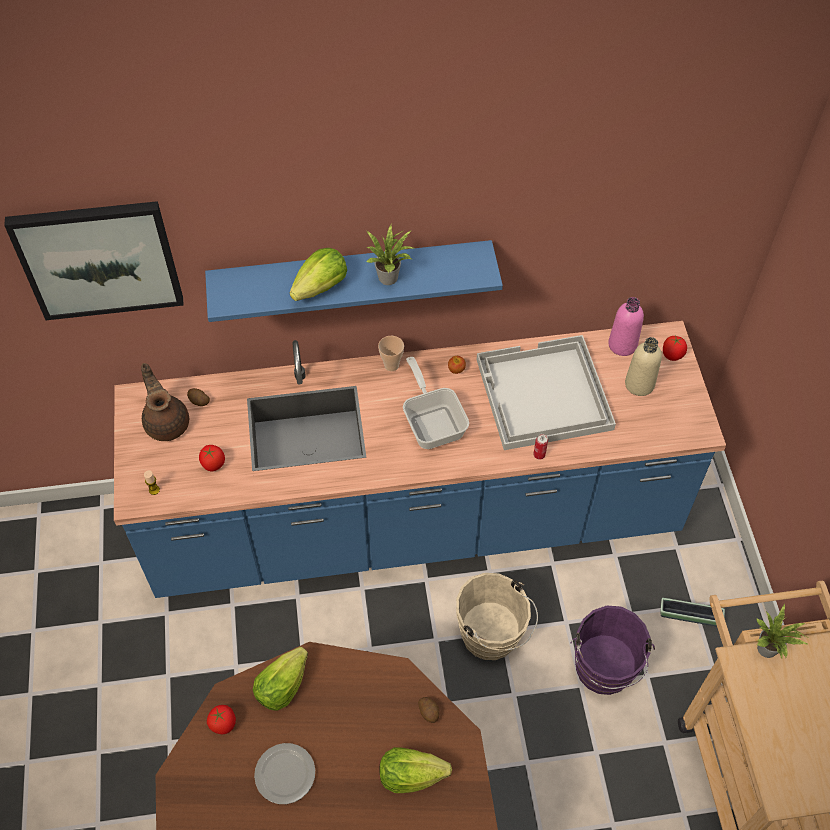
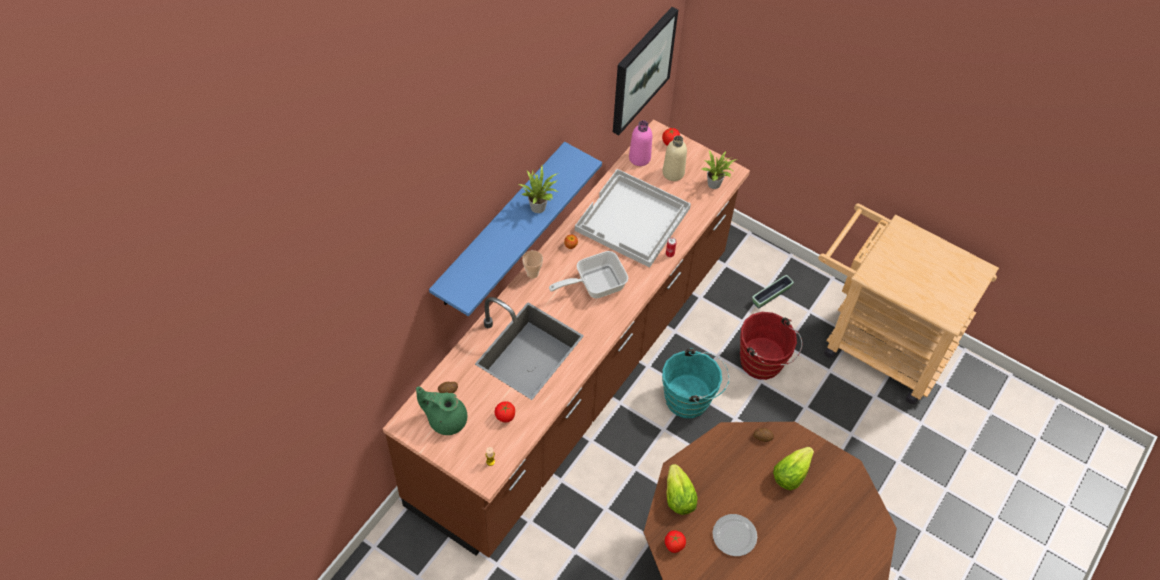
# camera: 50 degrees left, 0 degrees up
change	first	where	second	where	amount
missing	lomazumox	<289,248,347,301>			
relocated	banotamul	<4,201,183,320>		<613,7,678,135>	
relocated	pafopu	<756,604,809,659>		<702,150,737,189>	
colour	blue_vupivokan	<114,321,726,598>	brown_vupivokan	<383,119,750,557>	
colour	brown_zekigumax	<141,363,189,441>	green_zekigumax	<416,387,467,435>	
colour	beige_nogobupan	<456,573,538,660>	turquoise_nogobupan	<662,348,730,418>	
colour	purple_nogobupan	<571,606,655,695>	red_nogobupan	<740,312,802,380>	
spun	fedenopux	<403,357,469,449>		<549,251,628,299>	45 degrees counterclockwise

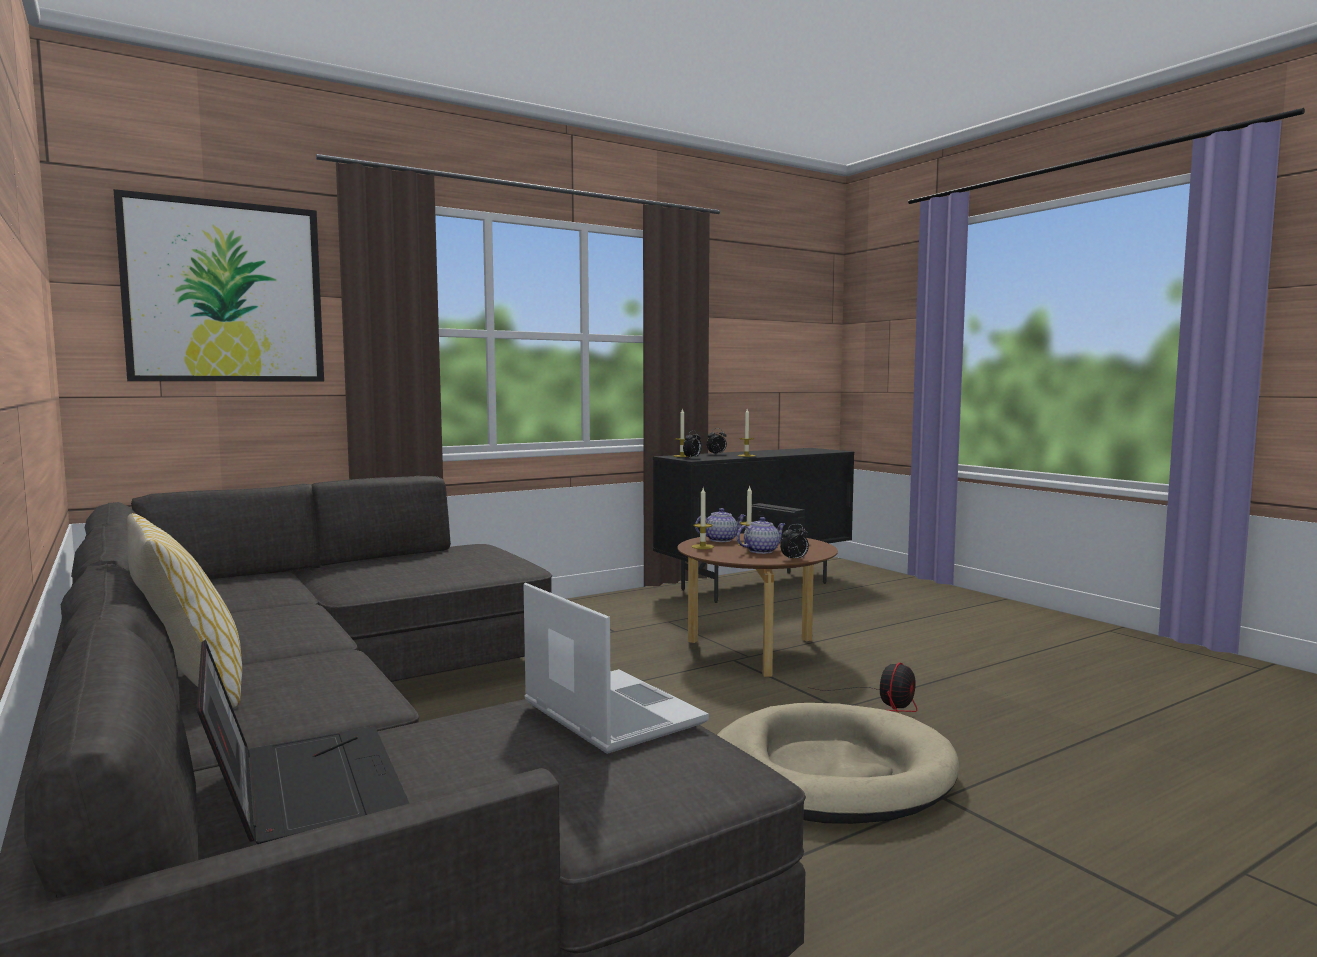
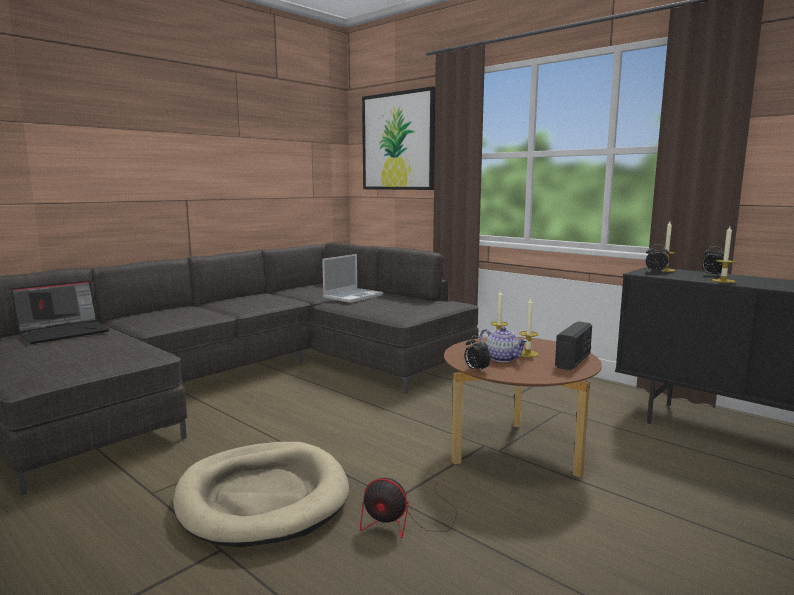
# camera: 75 degrees right, 5 degrees up
change	first	where	second	where	amount
missing	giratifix	<127,513,242,708>			
missing	zekigumax	<695,508,746,542>			
relocated	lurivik	<523,583,709,754>		<322,254,383,303>	

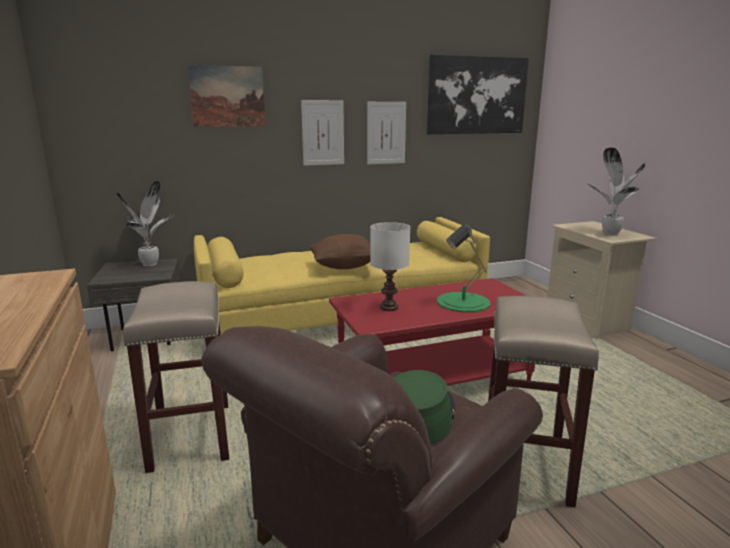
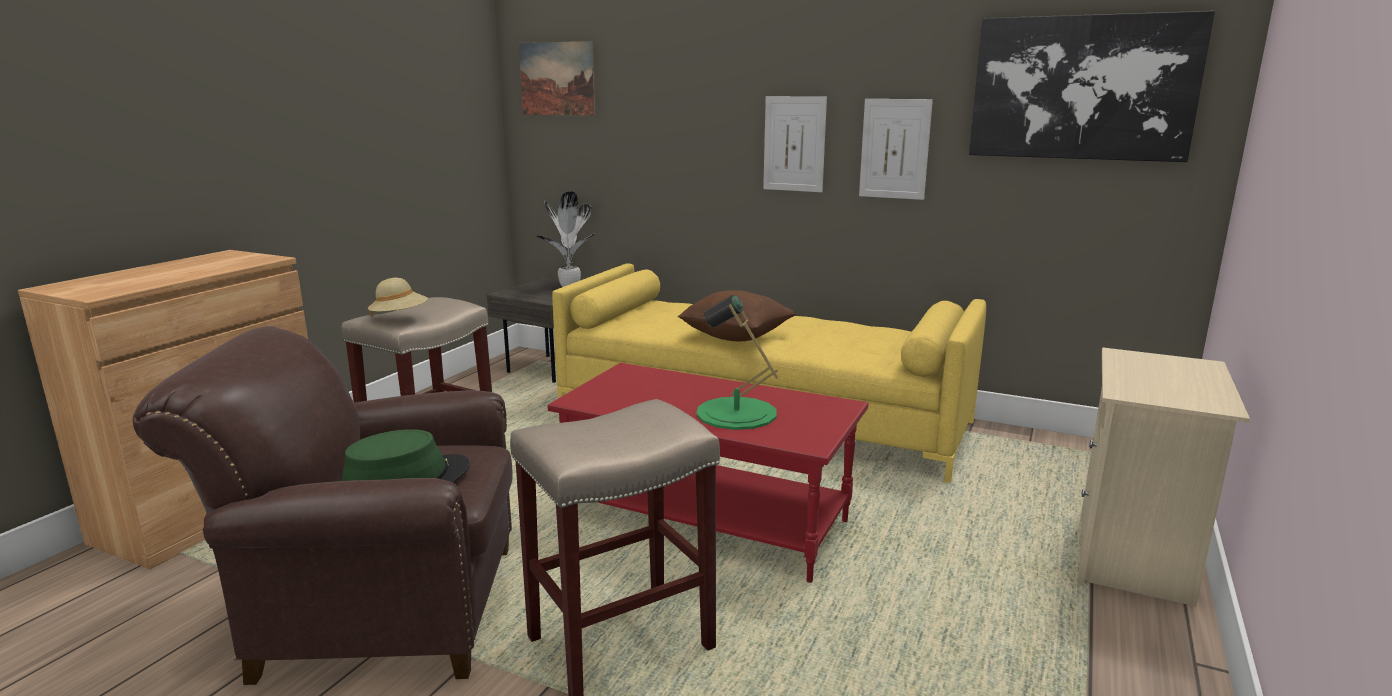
# camera: 45 degrees right, 0 degrees up
change	first	where	second	where	amount
missing	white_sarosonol	<370,222,410,311>			
missing	pafopu	<587,148,645,235>			
appeared			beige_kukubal	<368,278,428,317>	
relocated	banotamul	<188,65,266,127>		<519,41,596,116>	

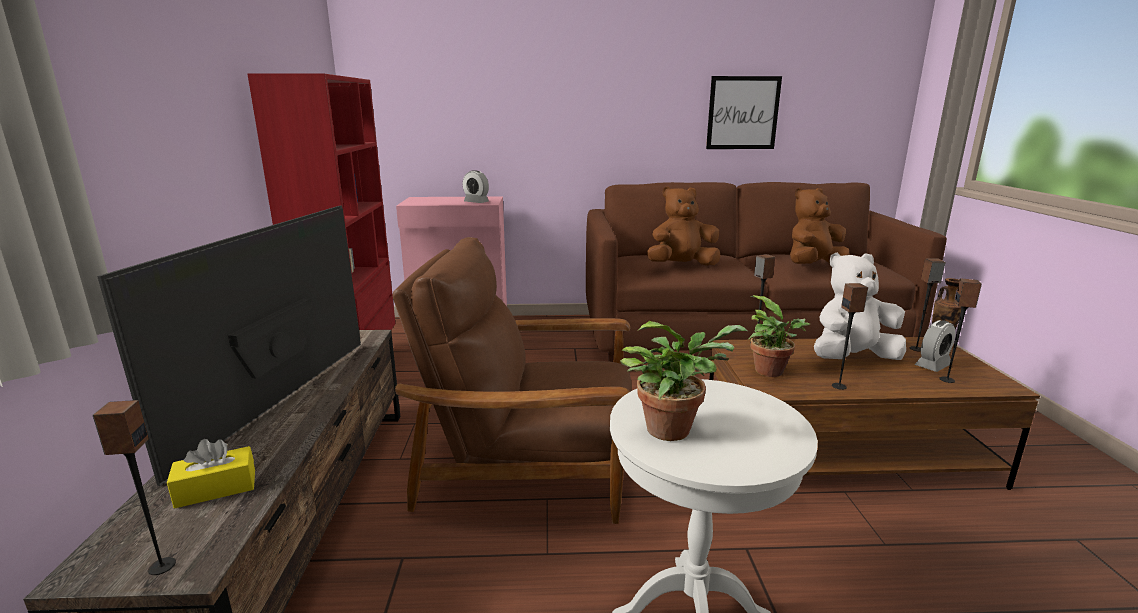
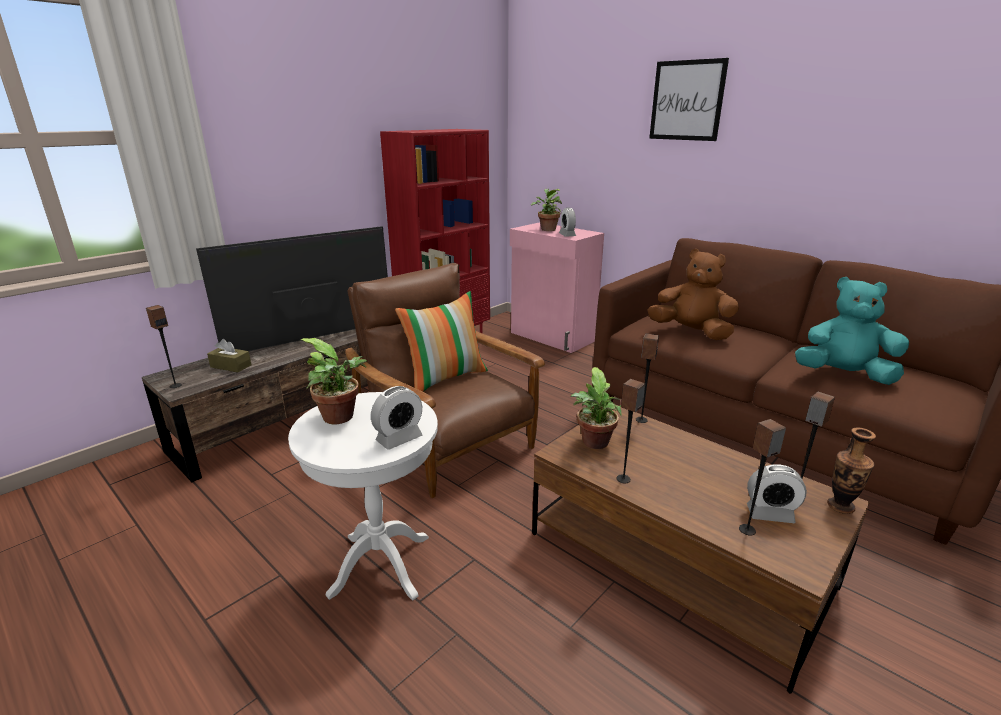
# camera: 45 degrees right, 5 degrees up
change	first	where	second	where	amount
missing	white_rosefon	<814,253,906,360>			
appeared			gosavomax	<371,386,423,450>	
appeared			giratifix	<395,291,488,392>	
appeared			pafopu	<531,189,562,231>	
relocated	banotamul	<706,76,782,149>		<649,58,729,141>	
colour	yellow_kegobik	<167,439,255,508>	brown_kegobik	<207,339,252,372>	
colour	brown_rosefon	<790,188,850,264>	turquoise_rosefon	<795,277,909,385>	

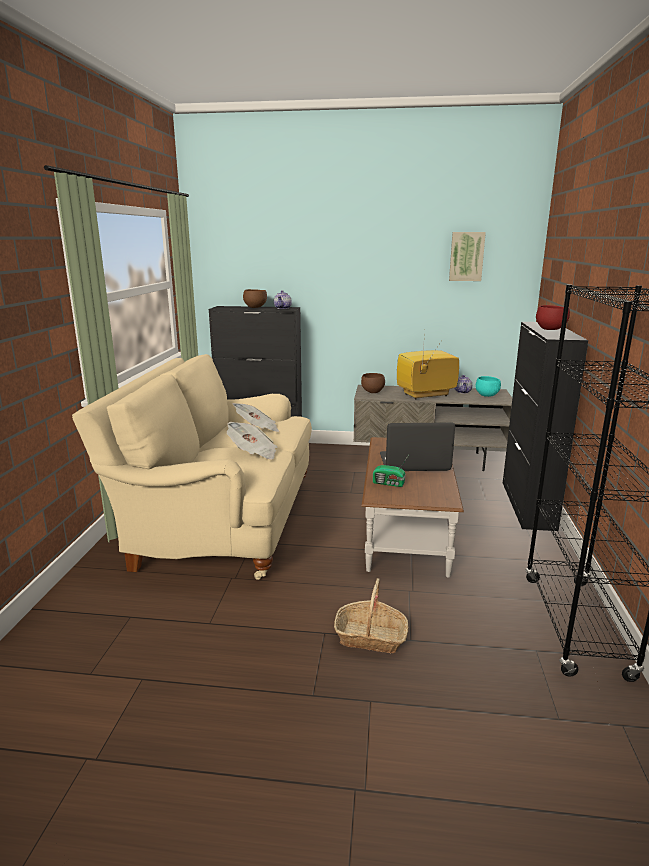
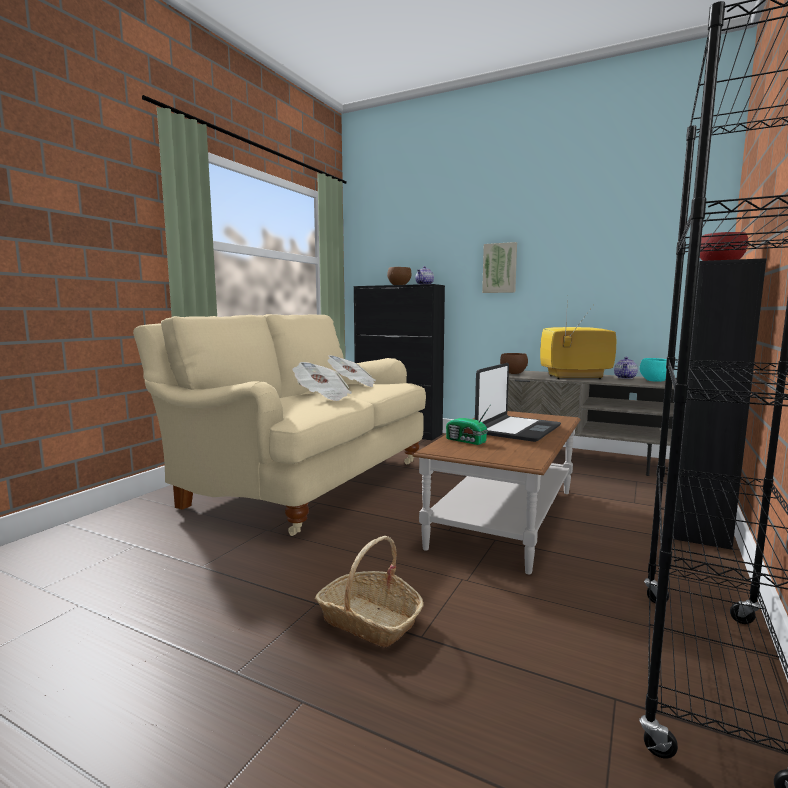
# camera: 20 degrees right, 10 degrees down
change	first	where	second	where	amount
relocated	banotamul	<449,232,486,281>		<482,242,517,293>	
spun	lurivik	<380,422,455,471>		<475,363,561,442>	105 degrees clockwise

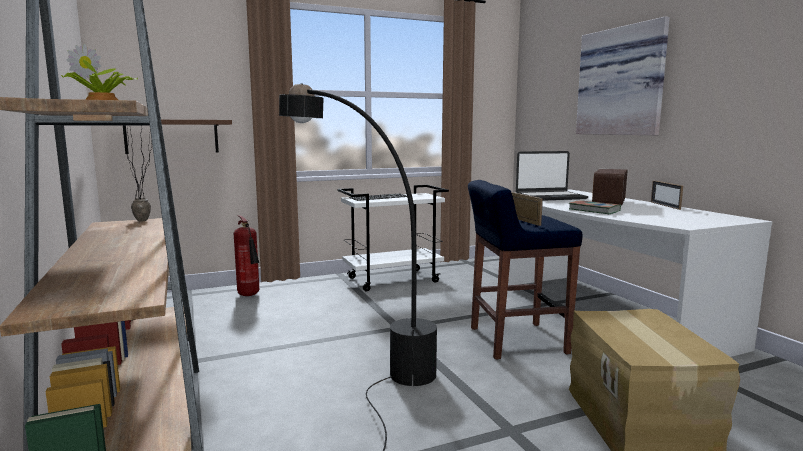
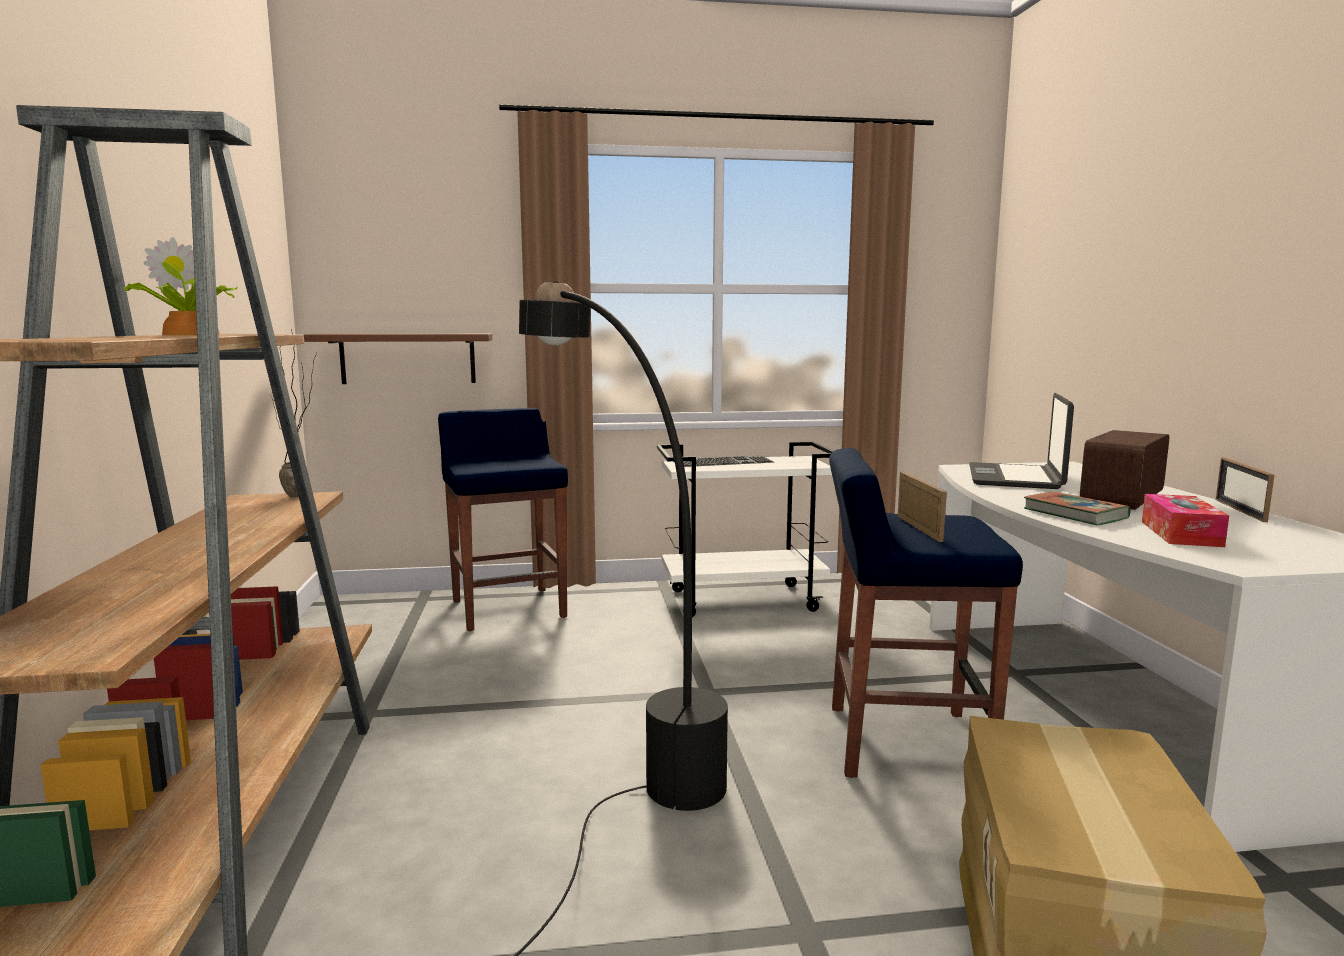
# camera: 15 degrees right, 0 degrees up
change	first	where	second	where	amount
missing	banotamul	<576,16,670,135>			
appeared			kegobik	<1142,494,1229,547>	
exchanged	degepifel	<234,215,259,296>	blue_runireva	<438,408,568,631>	
spun	lurivik	<516,151,589,201>		<969,393,1074,489>	105 degrees clockwise

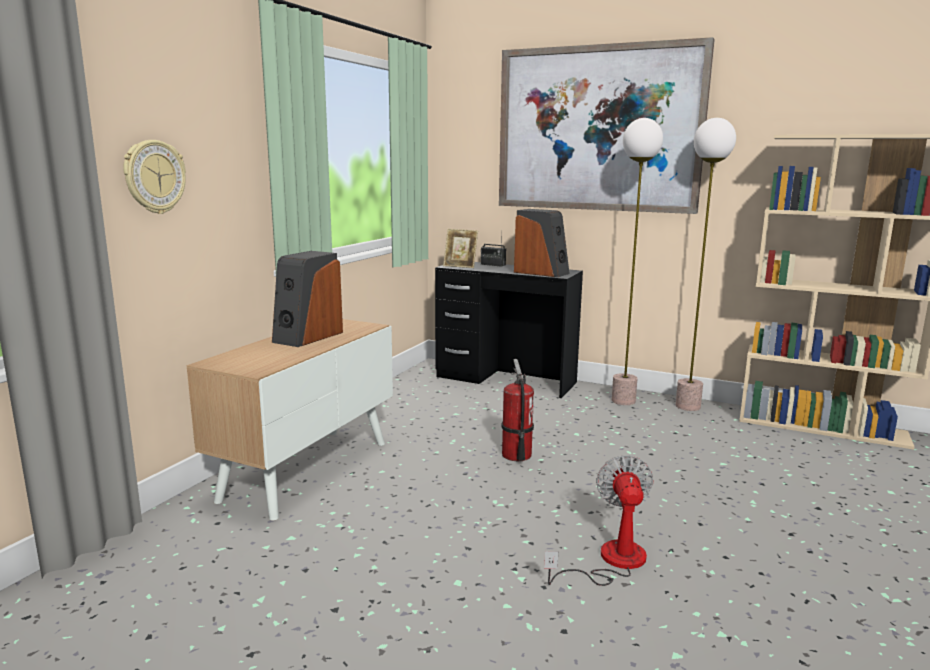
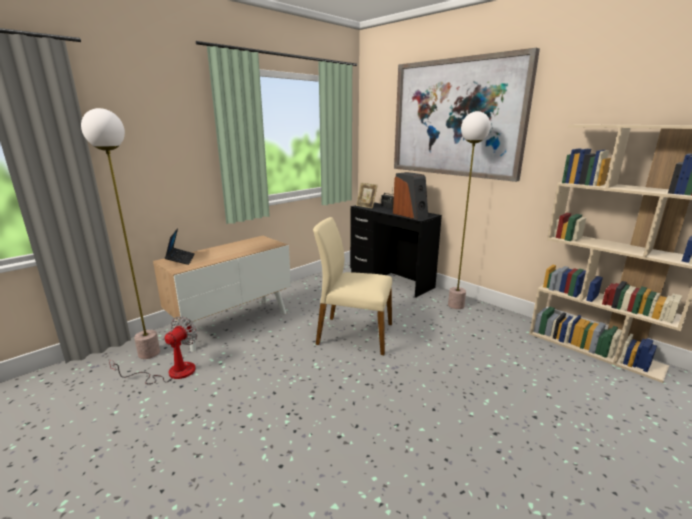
# camera: 20 degrees right, 5 degrees up
change	first	where	second	where	amount
missing	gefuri	<123,140,186,214>			
missing	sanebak	<272,251,343,347>			
appeared			lurivik	<165,228,195,265>	
relocated	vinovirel	<544,455,653,586>		<109,316,198,384>	
relocated	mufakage	<676,118,736,411>		<81,108,160,359>	
exchanged	degepifel	<502,359,534,461>	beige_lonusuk	<313,217,392,355>	

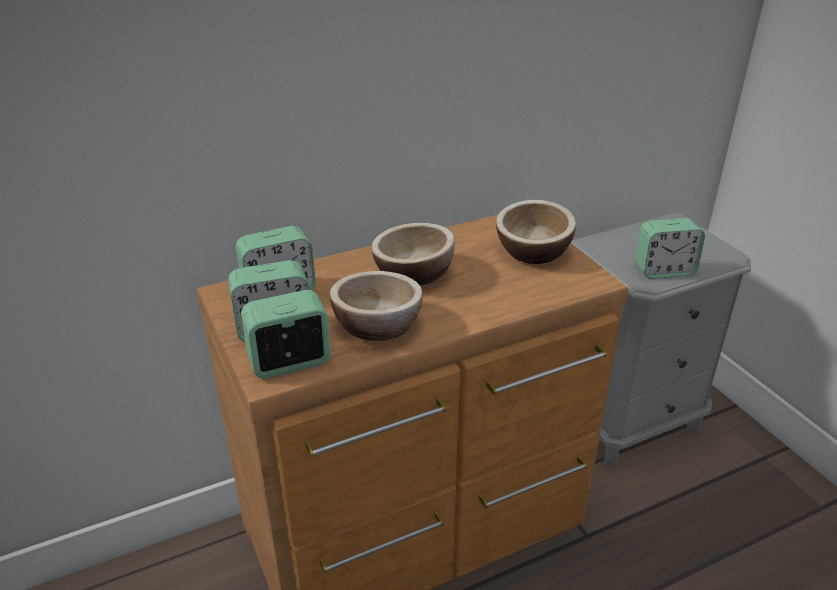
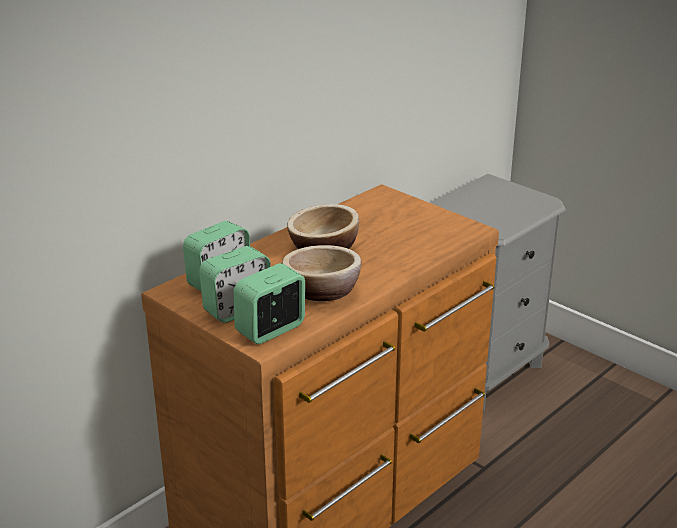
# camera: 20 degrees left, 5 degrees down
change	first	where	second	where	amount
missing	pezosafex	<496,200,576,264>			
missing	gosavomax	<635,218,705,278>			

